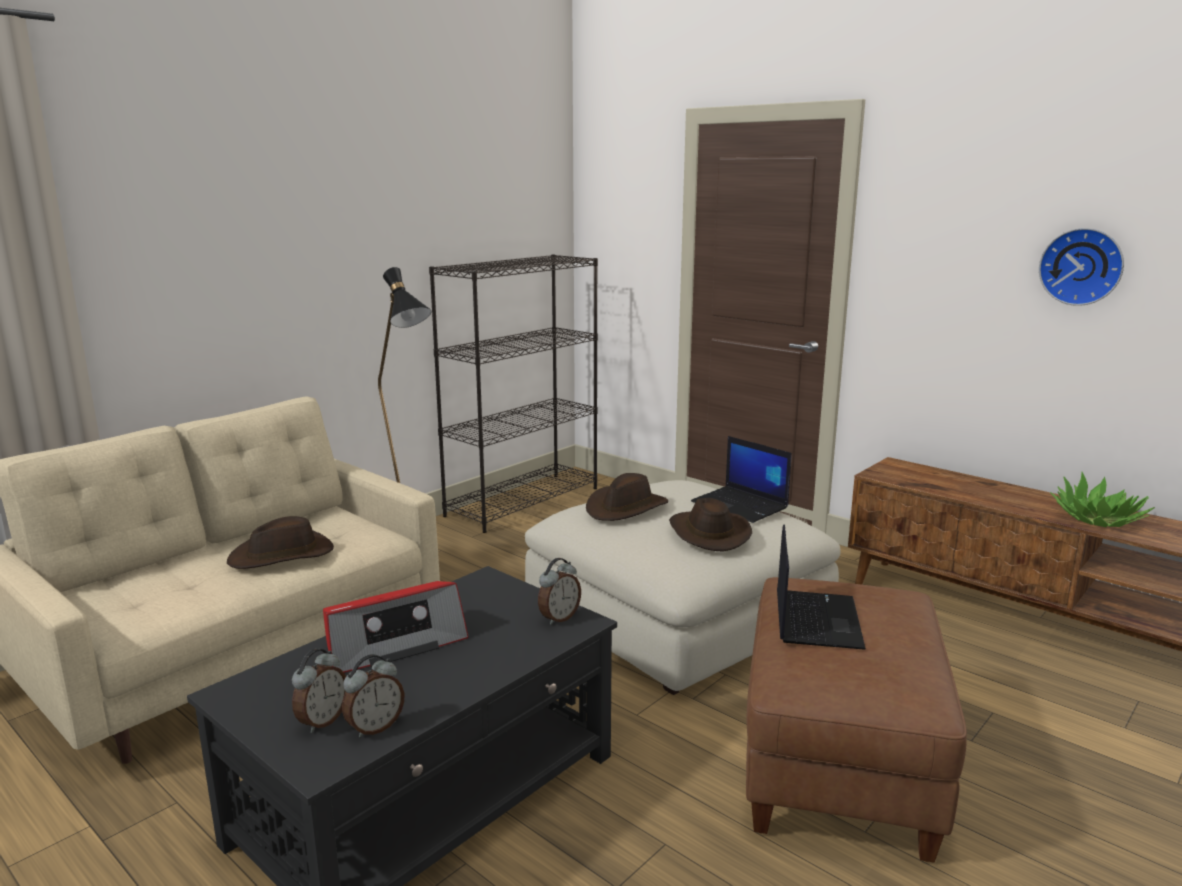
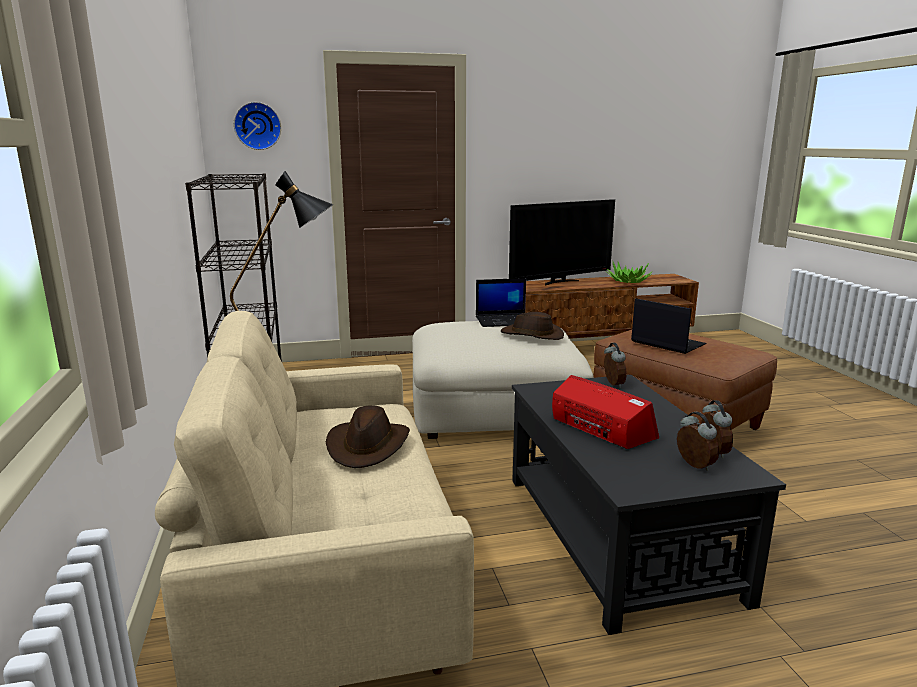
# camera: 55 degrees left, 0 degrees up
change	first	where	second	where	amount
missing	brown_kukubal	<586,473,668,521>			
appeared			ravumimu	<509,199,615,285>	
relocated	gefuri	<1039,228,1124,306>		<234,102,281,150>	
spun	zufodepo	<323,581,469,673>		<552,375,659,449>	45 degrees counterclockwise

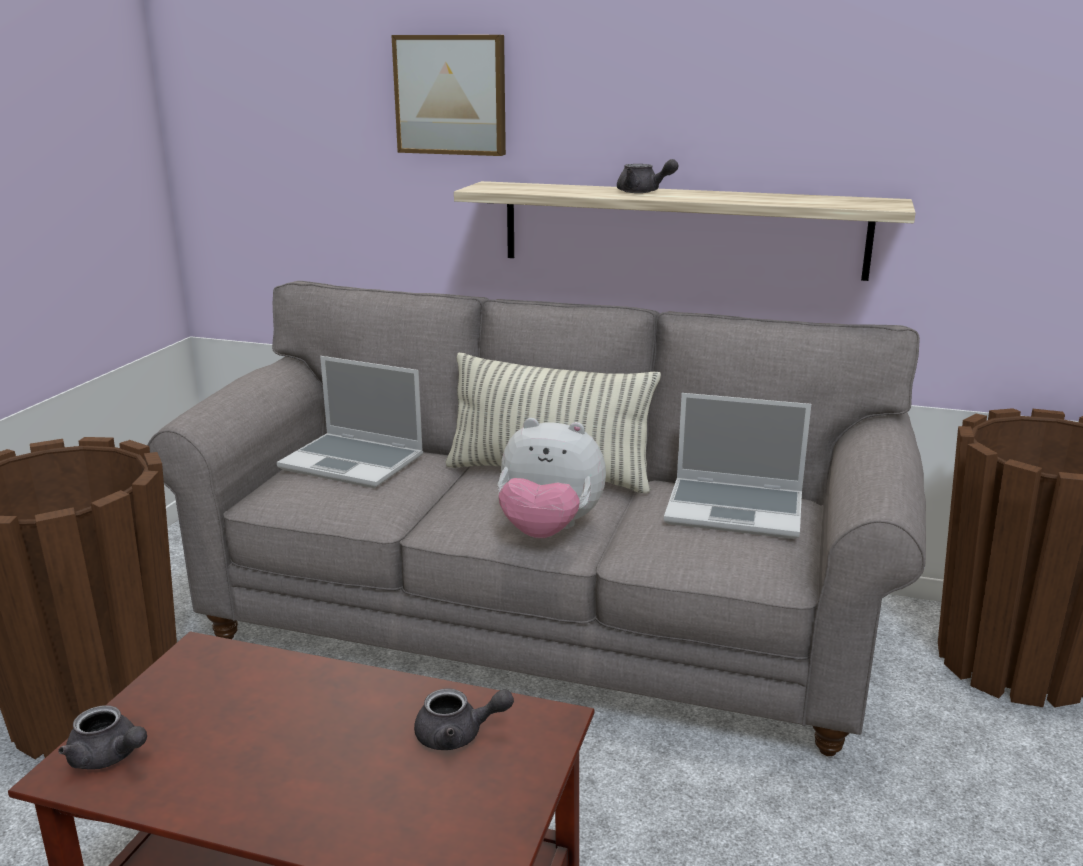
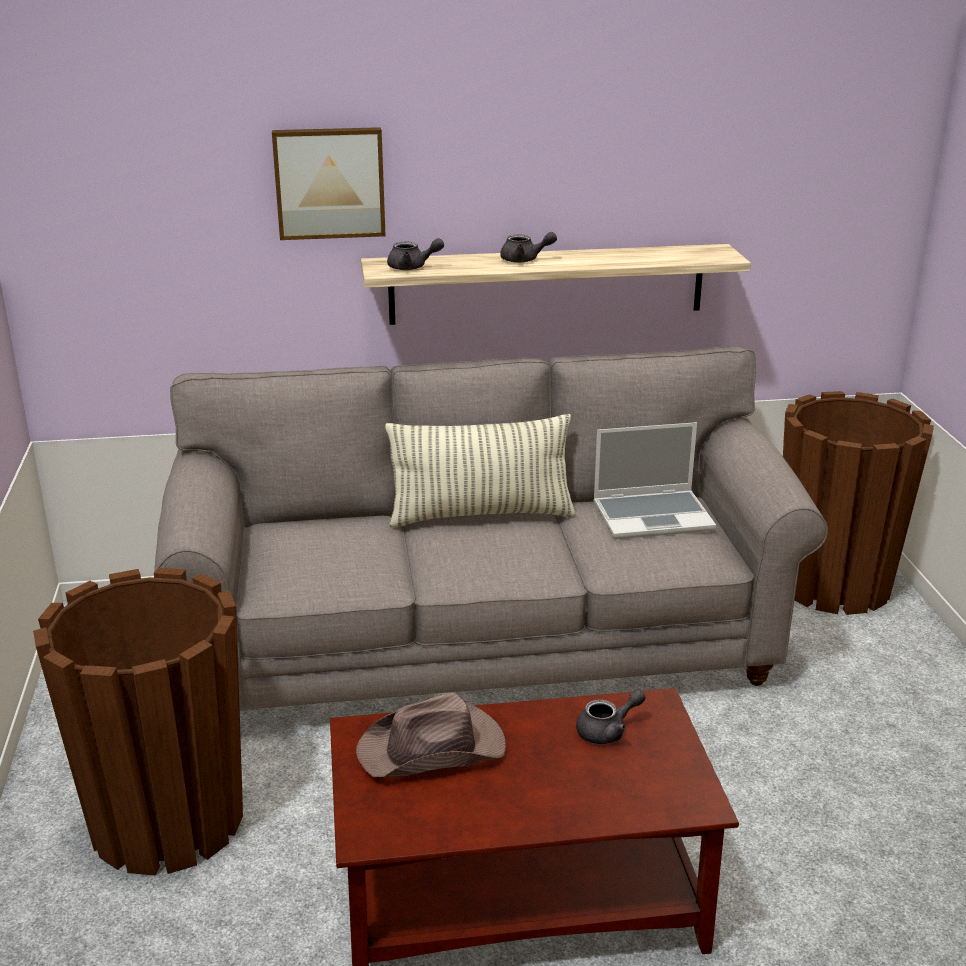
# camera: 25 degrees left, 5 degrees up
change	first	where	second	where	amount
missing	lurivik	<277,356,423,488>			
missing	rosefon	<498,418,606,538>			
appeared			brown_kukubal	<356,693,506,777>	
relocated	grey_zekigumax	<58,705,147,770>		<387,238,444,270>	

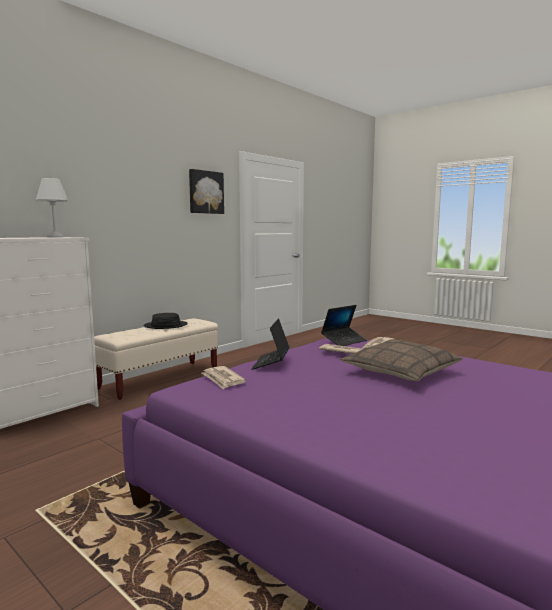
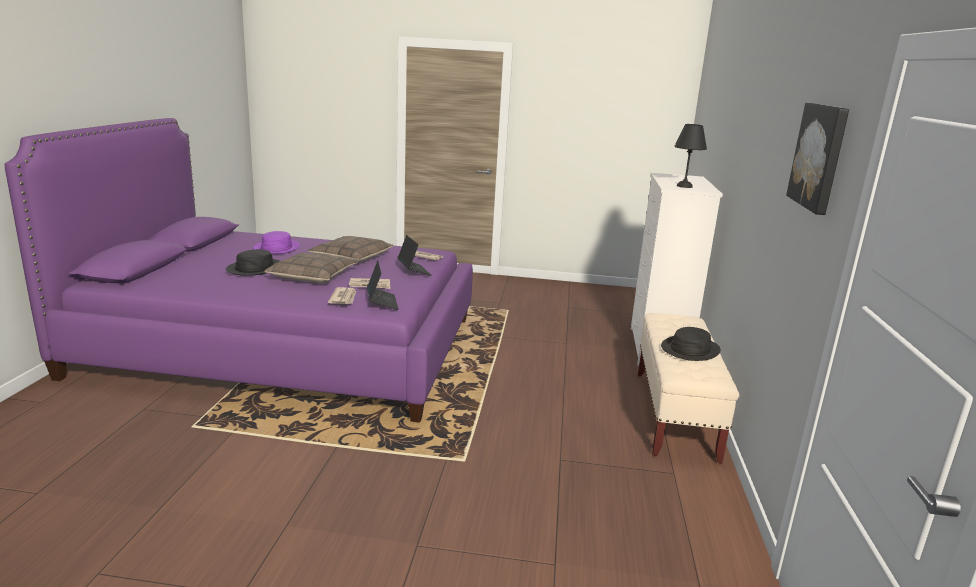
# camera: 145 degrees right, 10 degrees up
change	first	where	second	where	amount
appeared			black_kukubal	<226,249,280,276>	
appeared			purple_kukubal	<253,231,300,254>	
appeared			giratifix	<308,236,393,262>	
colour	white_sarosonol	<36,178,68,238>	black_sarosonol	<674,124,707,188>	
spun	lurivik	<321,305,367,346>		<367,261,399,310>	150 degrees clockwise

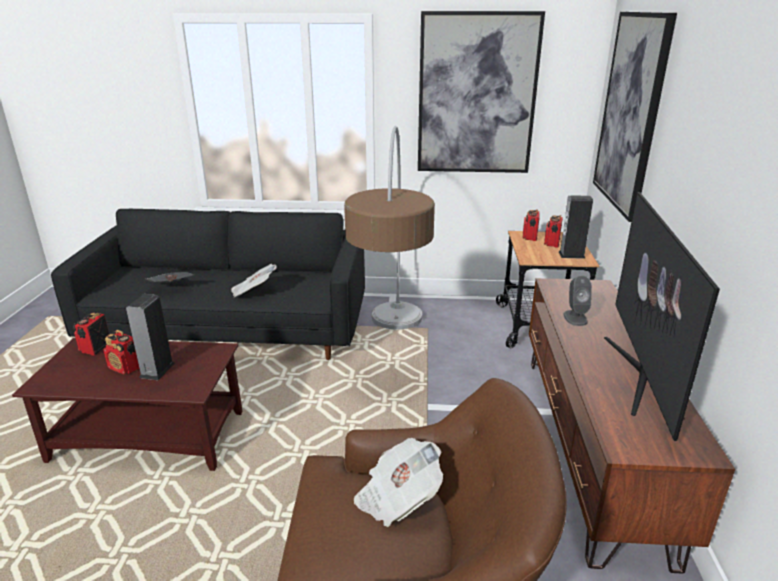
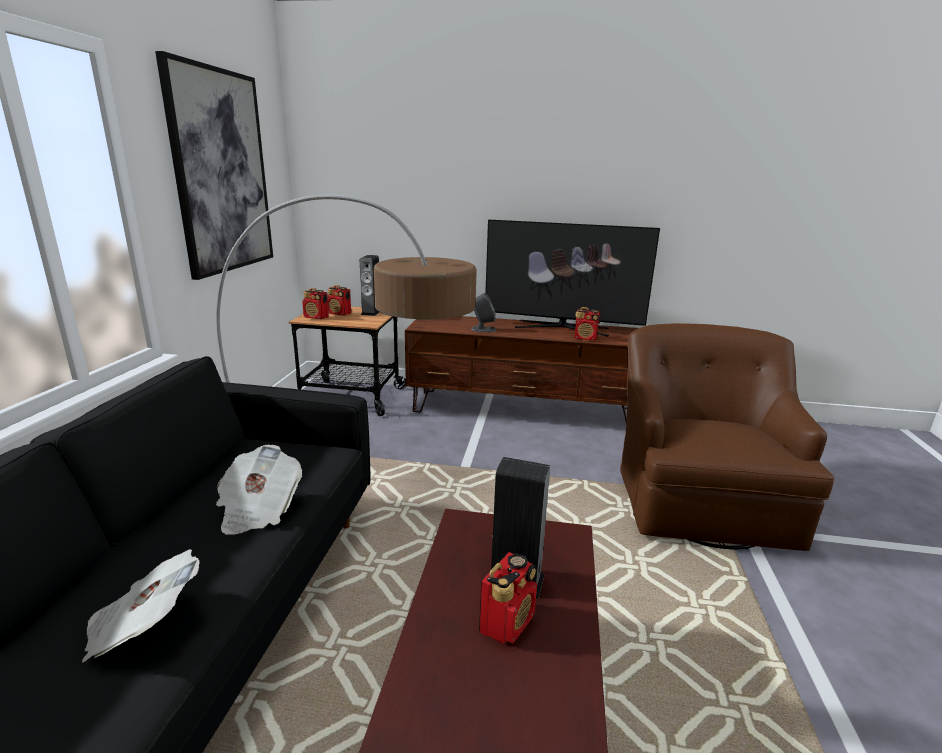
# camera: 85 degrees left, 5 degrees down
change	first	where	second	where	amount
missing	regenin	<354,438,443,527>			
missing	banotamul	<593,12,677,222>			
relocated	zufodepo	<73,313,109,356>		<574,307,601,341>	

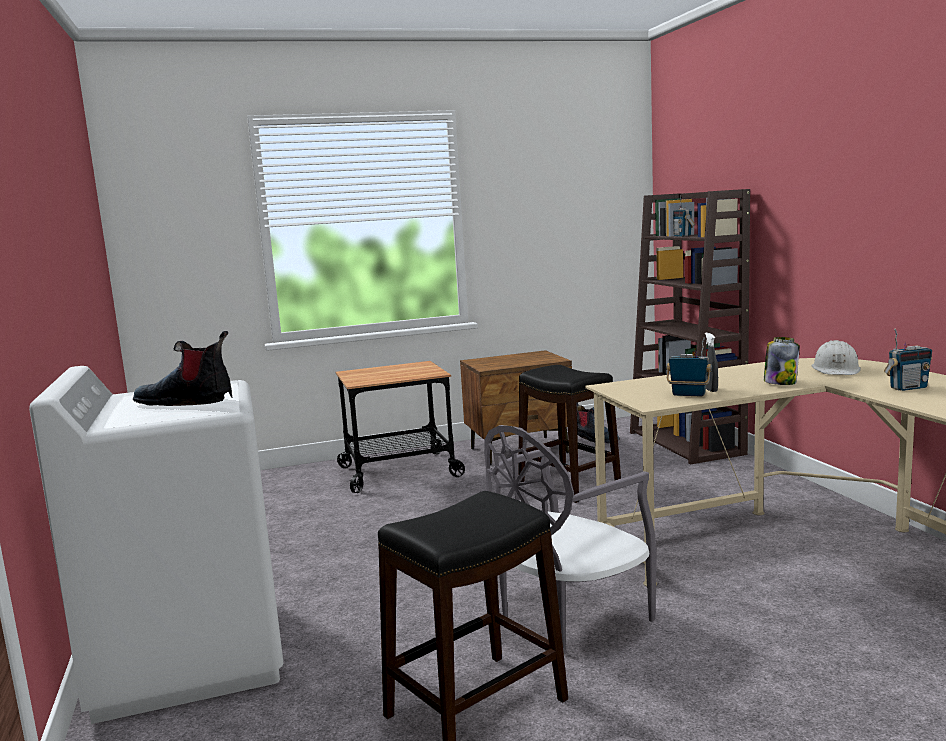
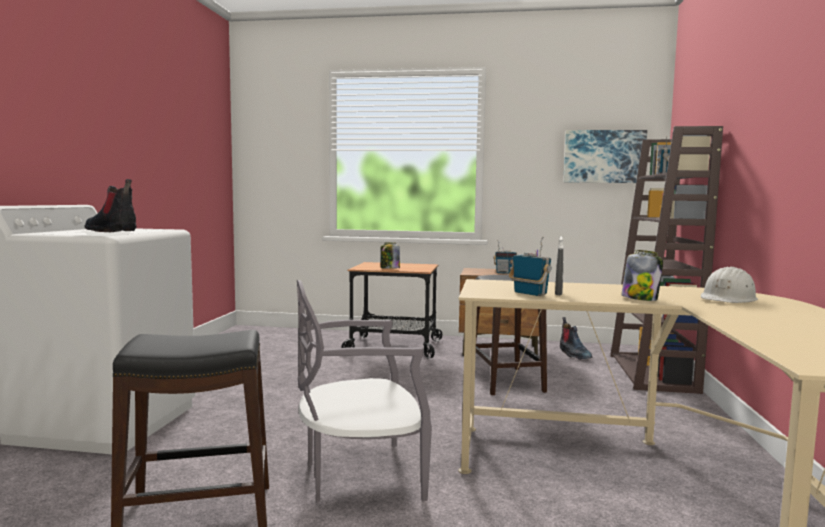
# camera: 25 degrees right, 5 degrees down
change	first	where	second	where	amount
appeared			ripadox	<381,242,400,269>	
appeared			banotamul	<563,130,647,183>	
relocated	zufodepo	<884,329,932,391>		<493,241,517,274>	

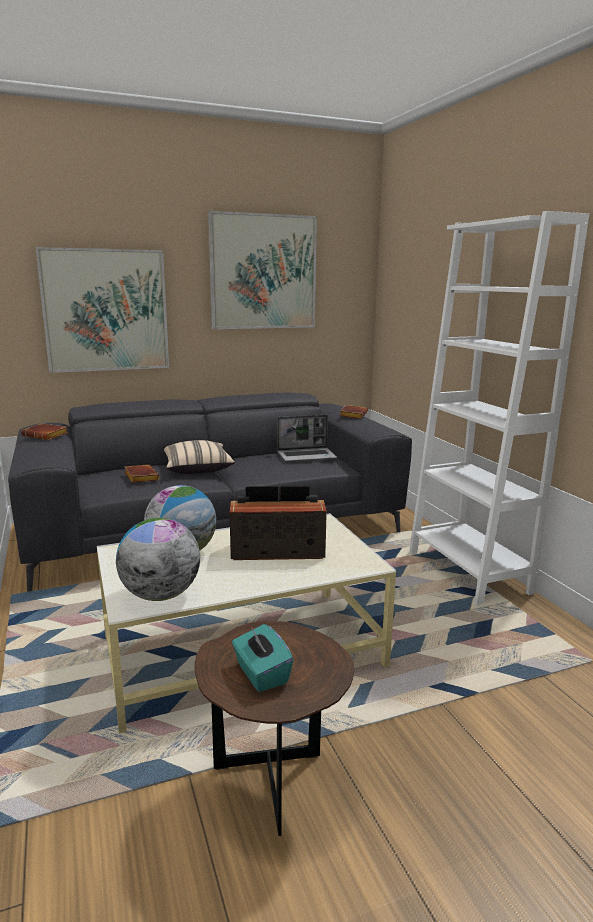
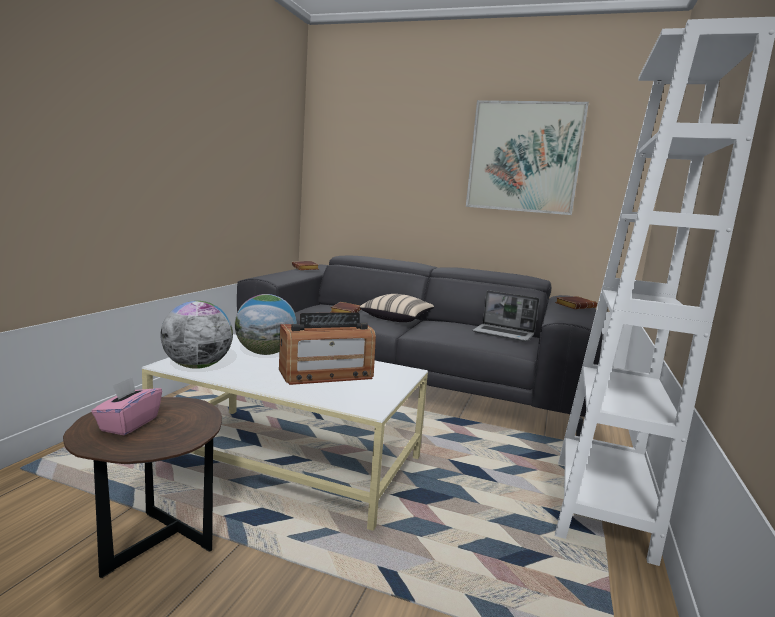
# camera: 40 degrees right, 5 degrees down
change	first	where	second	where	amount
missing	banotamul	<35,247,169,373>			
colour	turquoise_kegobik	<232,624,294,692>	pink_kegobik	<91,377,162,435>	
spun	zufodepo	<230,486,327,560>		<279,312,376,385>	120 degrees clockwise

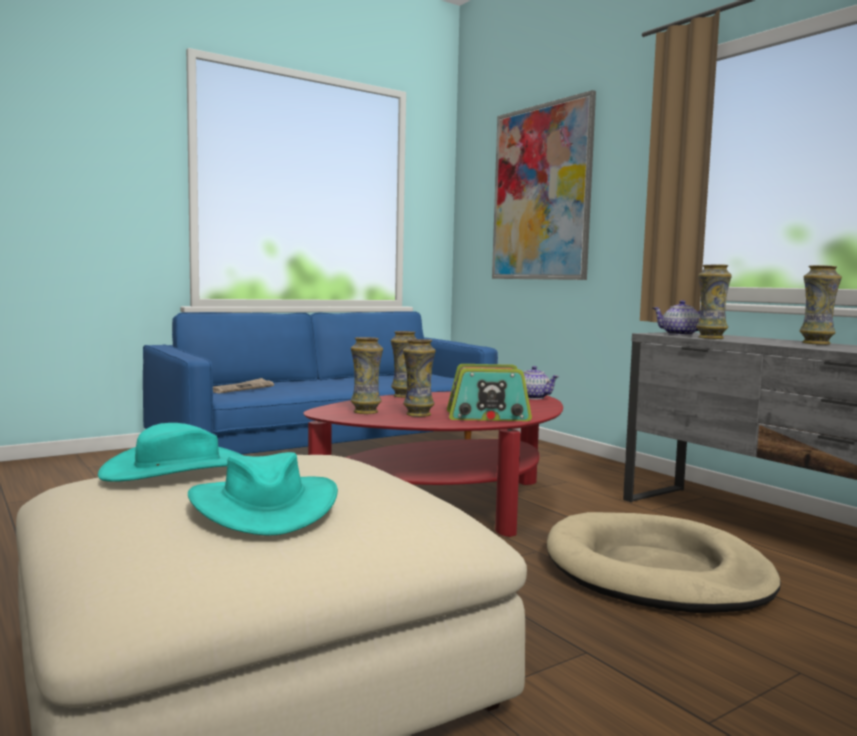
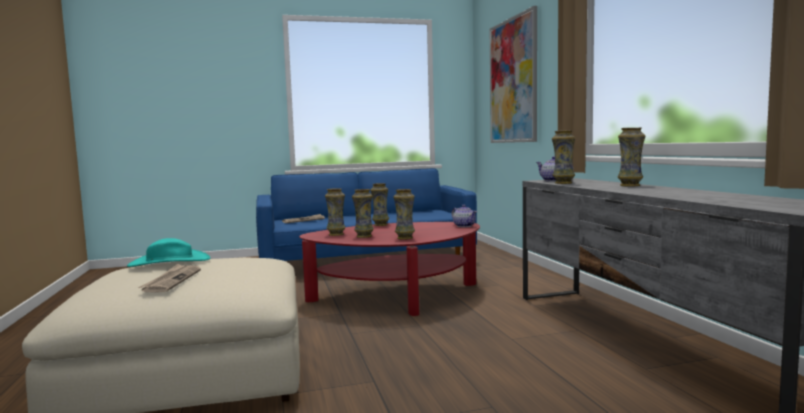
# camera: 20 degrees right, 0 degrees up
change	first	where	second	where	amount
missing	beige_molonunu	<547,512,781,613>			
exchanged	turquoise_kukubal	<188,452,338,535>	regenin	<138,264,201,293>	
exchanged	zufodepo	<447,364,532,421>	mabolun	<393,189,415,240>	

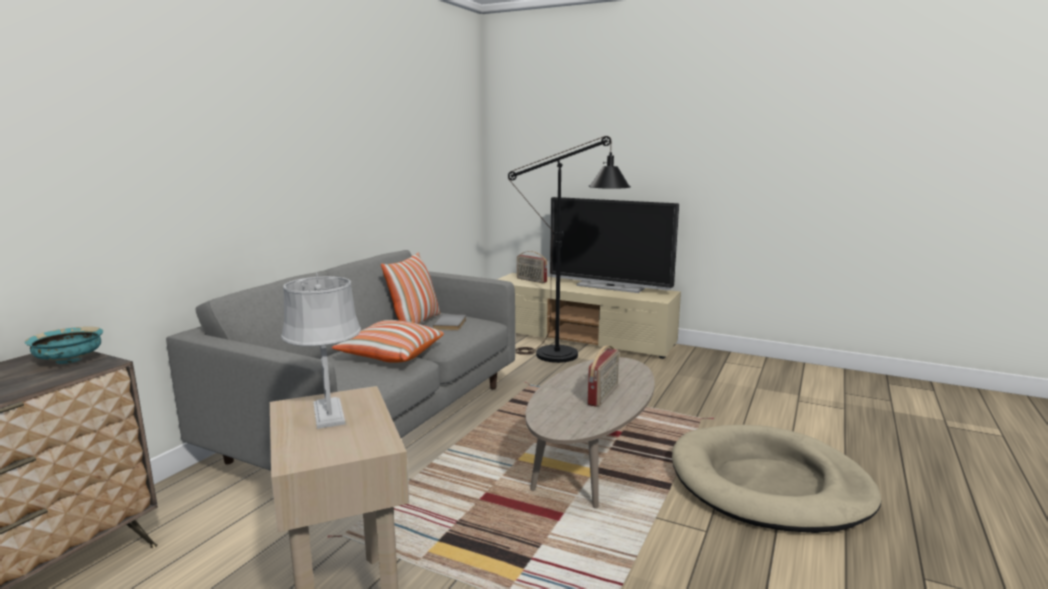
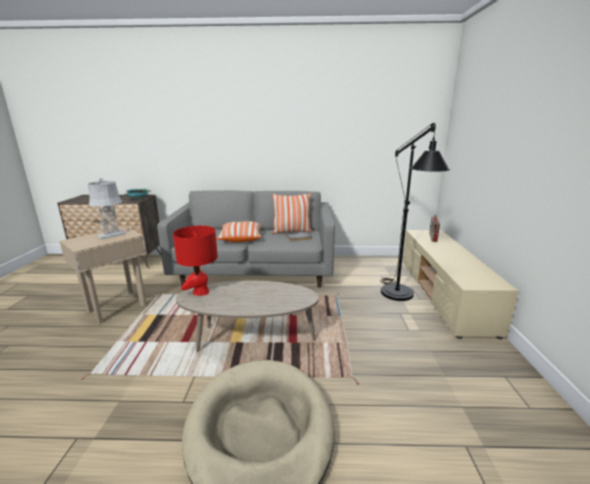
# camera: 65 degrees right, 5 degrees up
change	first	where	second	where	amount
missing	ravumimu	<550,197,679,293>			
missing	zufodepo	<588,345,619,407>			
appeared			red_sarosonol	<173,226,218,296>	

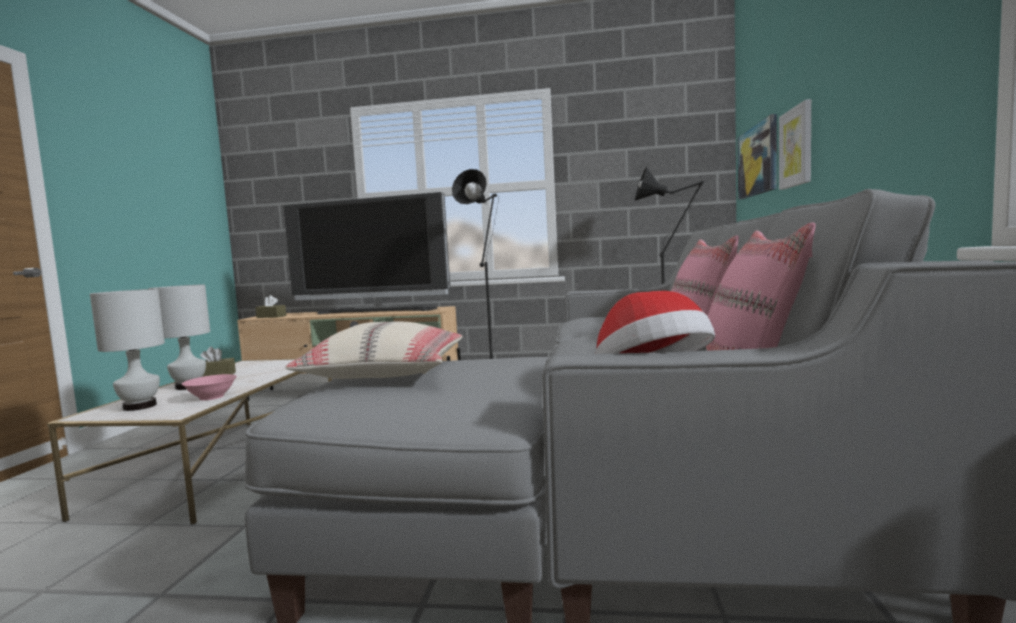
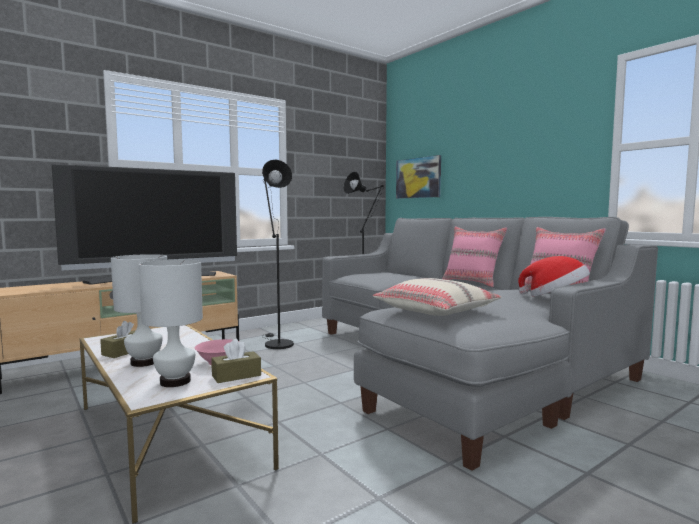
# camera: 45 degrees left, 0 degrees up
change	first	where	second	where	amount
missing	banotamul	<779,99,811,190>			
relocated	brown_kegobik	<255,295,286,318>		<211,339,261,383>	

